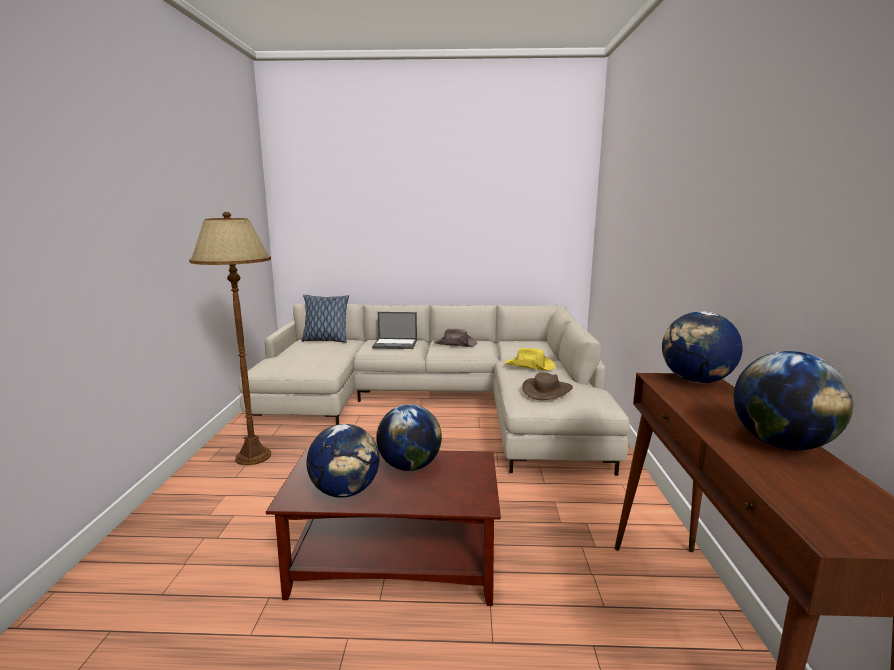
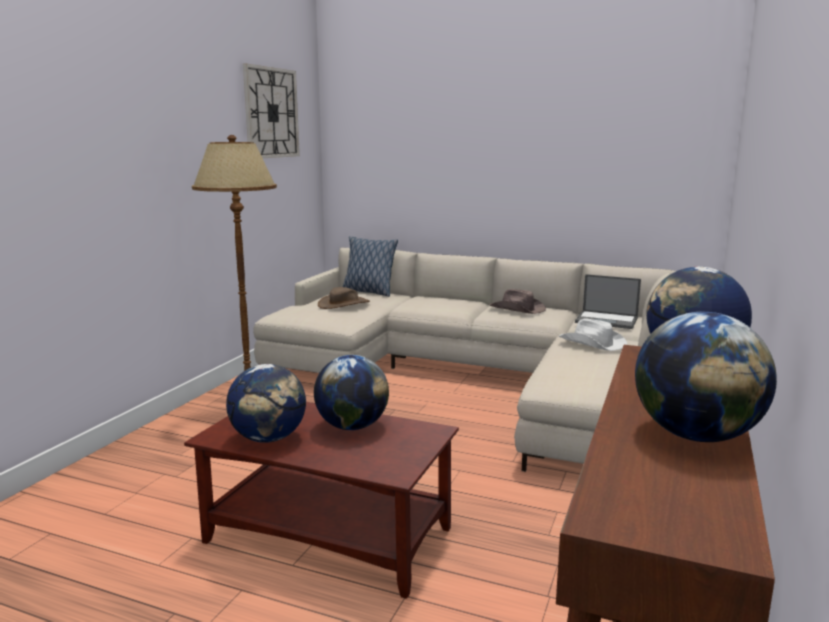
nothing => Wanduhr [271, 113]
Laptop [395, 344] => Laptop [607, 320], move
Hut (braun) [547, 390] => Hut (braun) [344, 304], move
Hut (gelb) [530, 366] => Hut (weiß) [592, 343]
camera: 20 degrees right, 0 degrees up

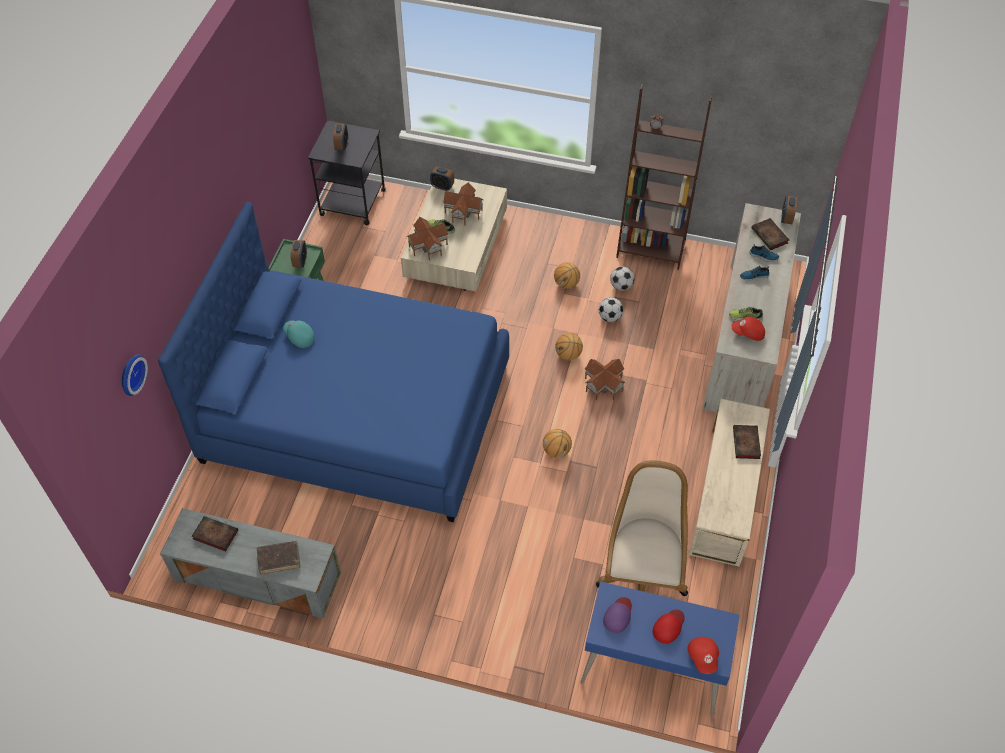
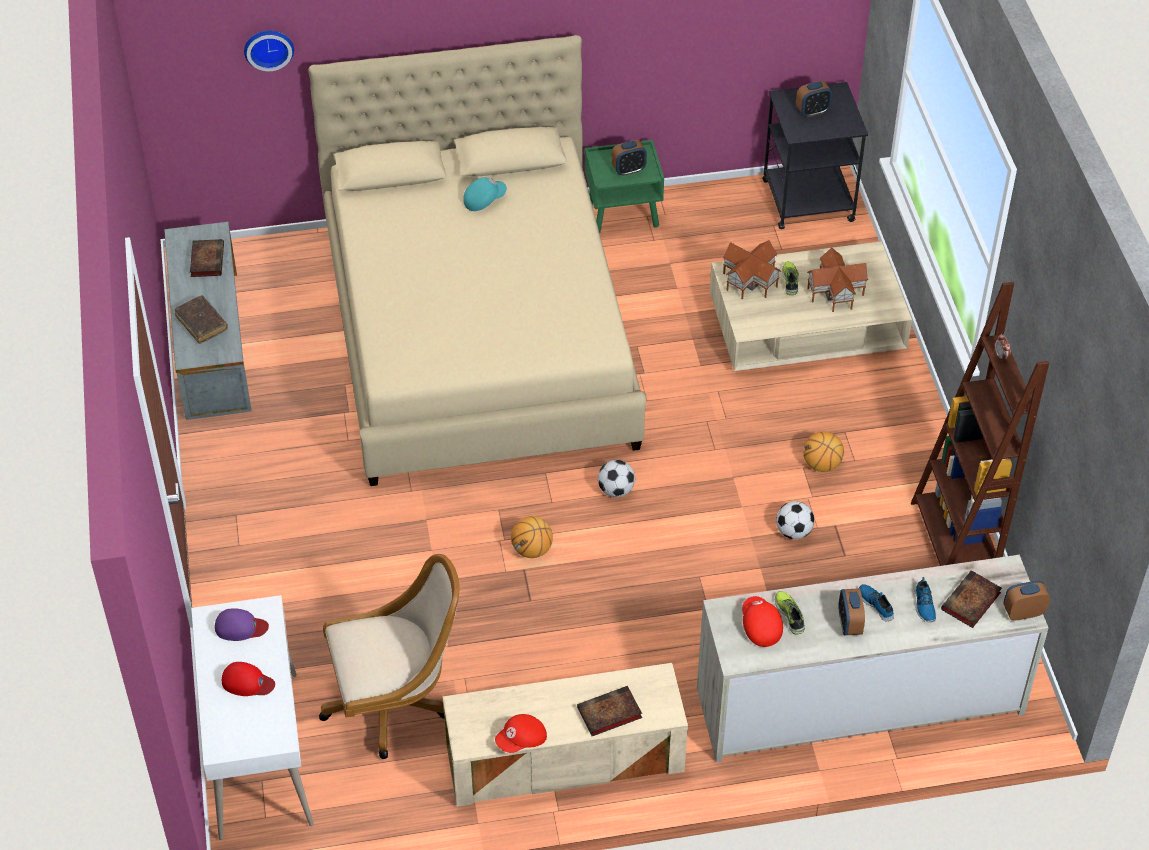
Basketball [568, 355] => nothing
Spielzeughaus [603, 385] => nothing
Wecker [442, 186] => Wecker [849, 624], move
Fußball [621, 286] => Fußball [616, 490], move
Kappe (rot) [703, 657] => Kappe (rot) [522, 740], move
Bett (blau) [357, 411] => Bett (beige) [479, 336]
Schreibtisch (blau) [652, 669] => Schreibtisch (weiß) [258, 755]
Kappe (türkis) [299, 337] => Kappe (türkis) [484, 200], 45 degrees clockwise
camera: 65 degrees right, 5 degrees down

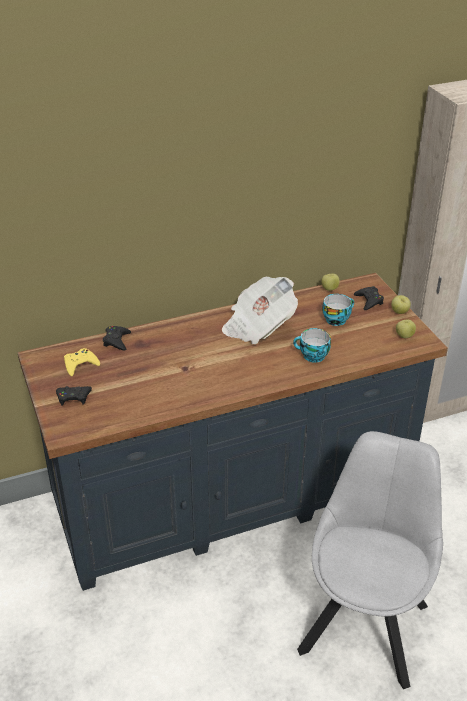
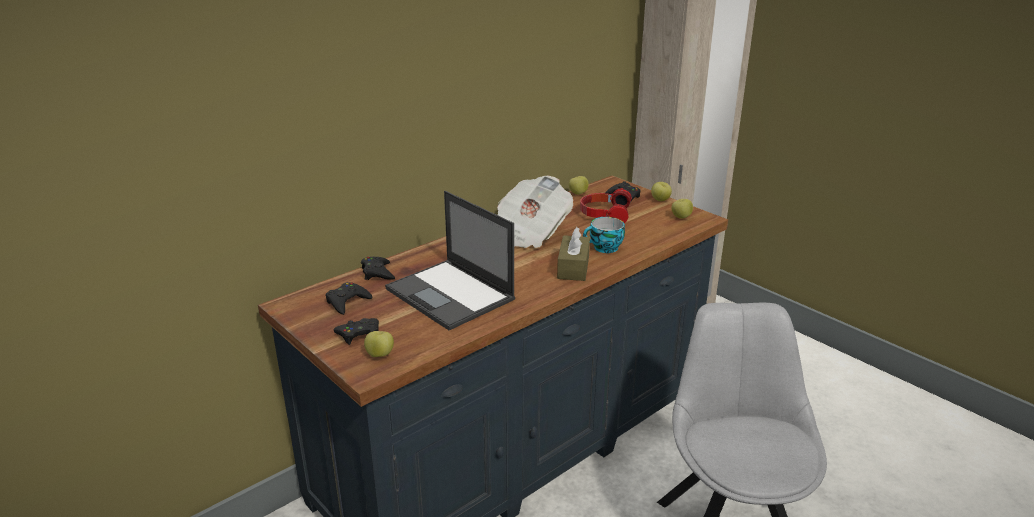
nothing => Apfel [380, 355]
nothing => Laptop [451, 294]
nothing => Taschentuchbox (braun) [573, 267]
Tasse [336, 319] => Kopfhörer [604, 215]
Gamepad (gelb) [80, 364] => Gamepad (schwarz) [347, 302]
camera: 20 degrees left, 10 degrees down

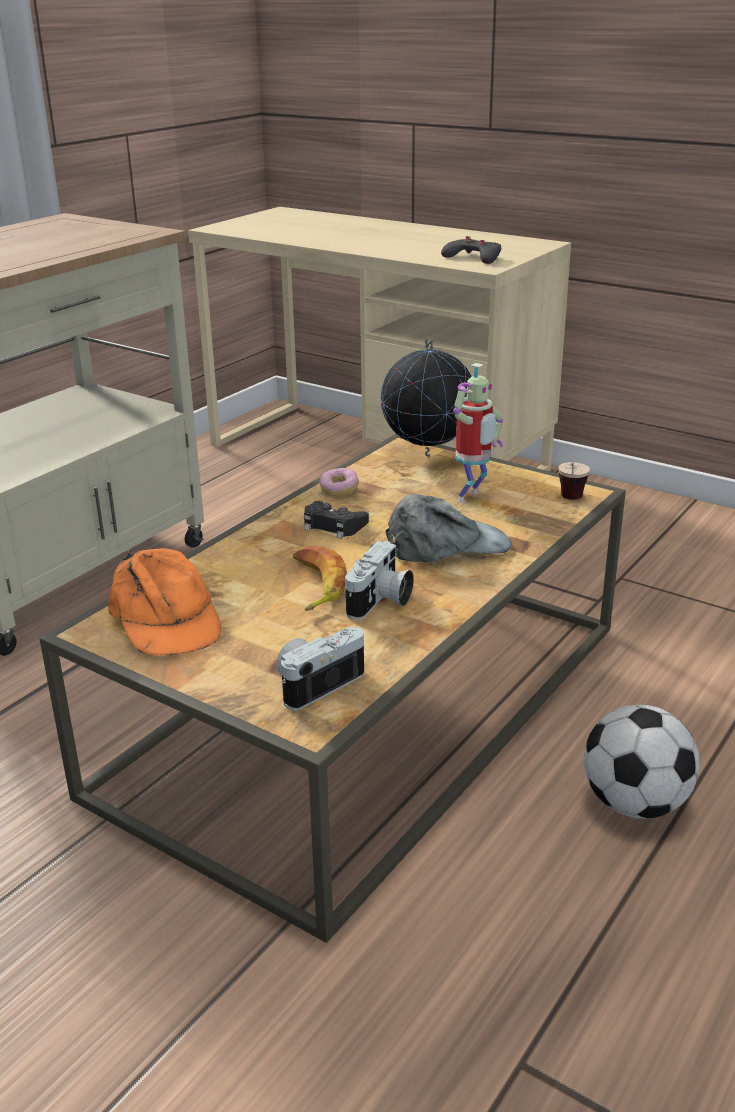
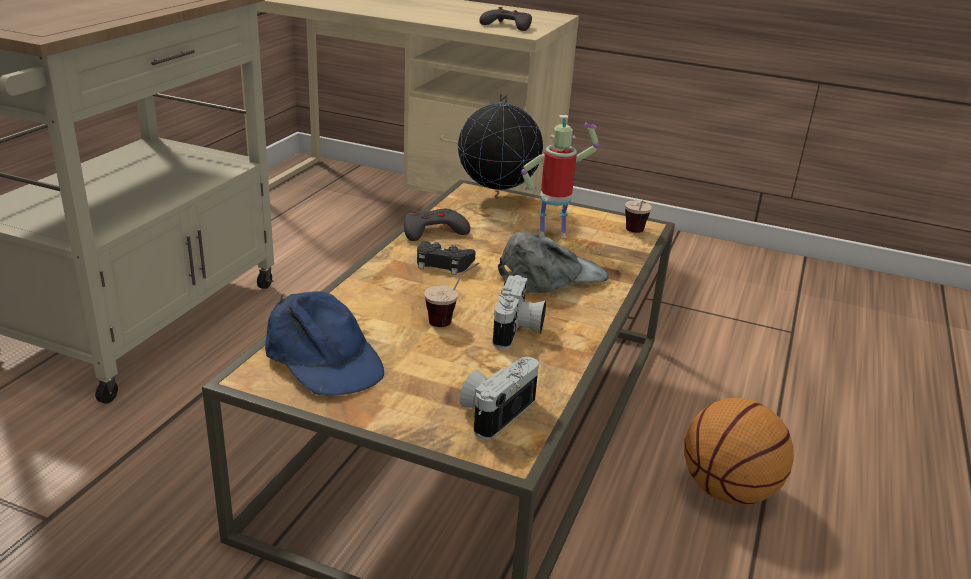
Banane [315, 585] => Tasse [451, 318]
Donut [339, 490] => Gamepad (grau) [433, 231]
Fußball [635, 804] => Basketball [728, 492]
Kappe (orange) [165, 619] => Kappe (blau) [323, 359]
Spielzeugroboter [471, 498] => Spielzeugroboter [552, 234], 120 degrees counterclockwise
camera: 15 degrees left, 0 degrees up

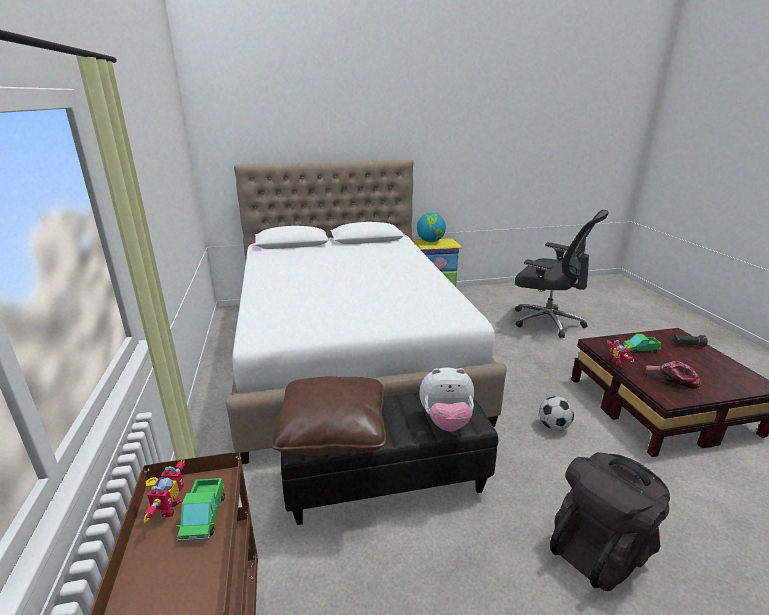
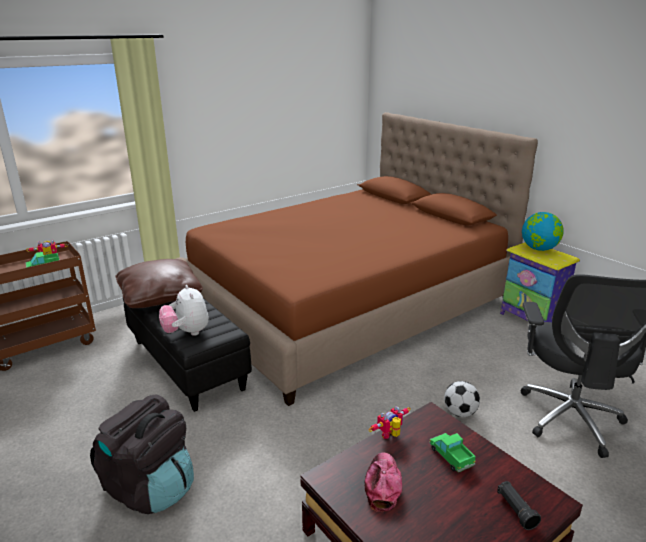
Fußball [553, 426] => Fußball [460, 412], move
Bett (weiß) [348, 352] => Bett (braun) [348, 305]
camera: 65 degrees right, 0 degrees up

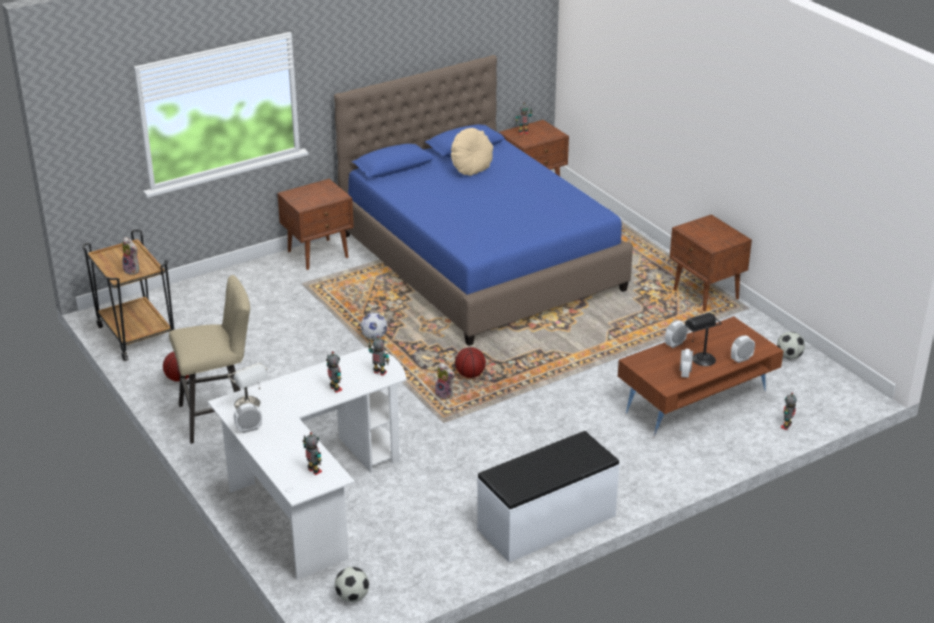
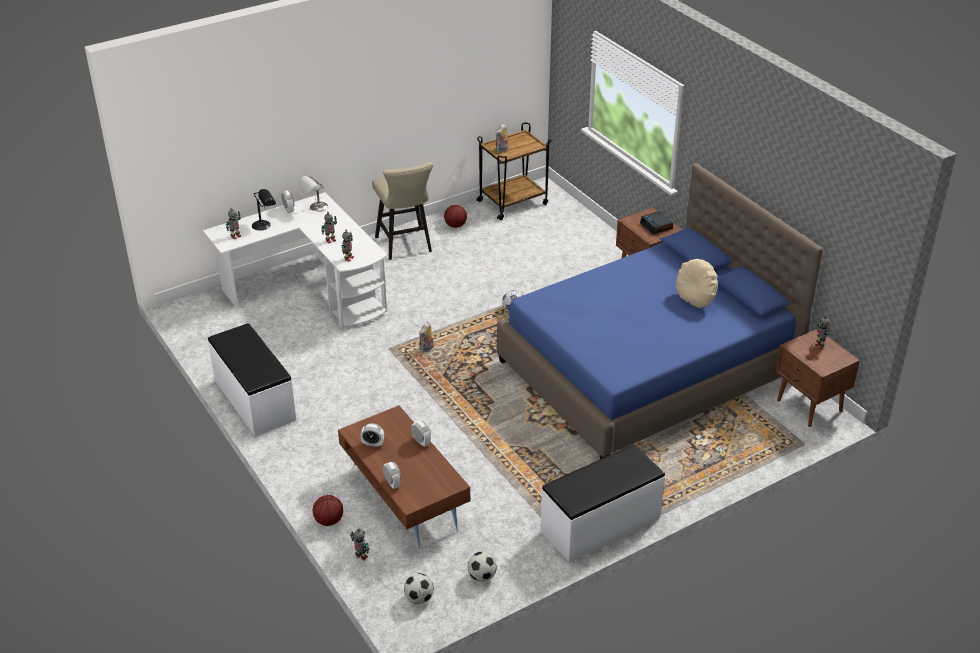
nothing => Wecker [656, 226]
Fußball [352, 597] => Fußball [419, 598], move
Basketball [470, 374] => Basketball [329, 521], move
Tischlampe (schwarz) [700, 356] => Tischlampe (schwarz) [264, 224], move
Nachttisch (braun) [706, 295] => Bank (weiß) [601, 524]
camera: 90 degrees right, 5 degrees up

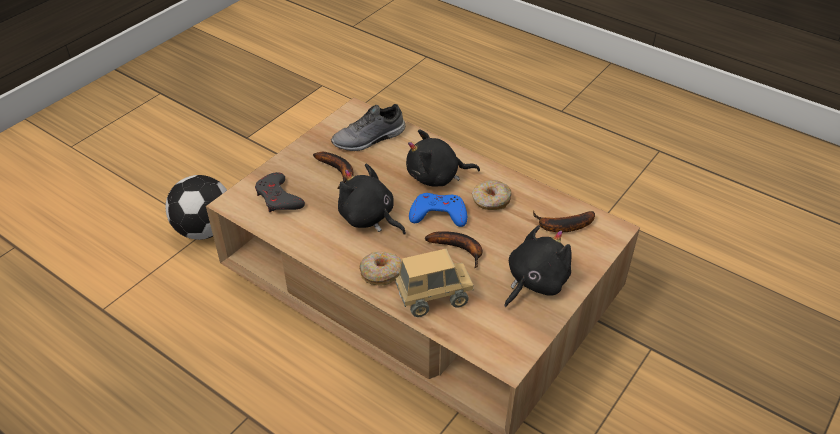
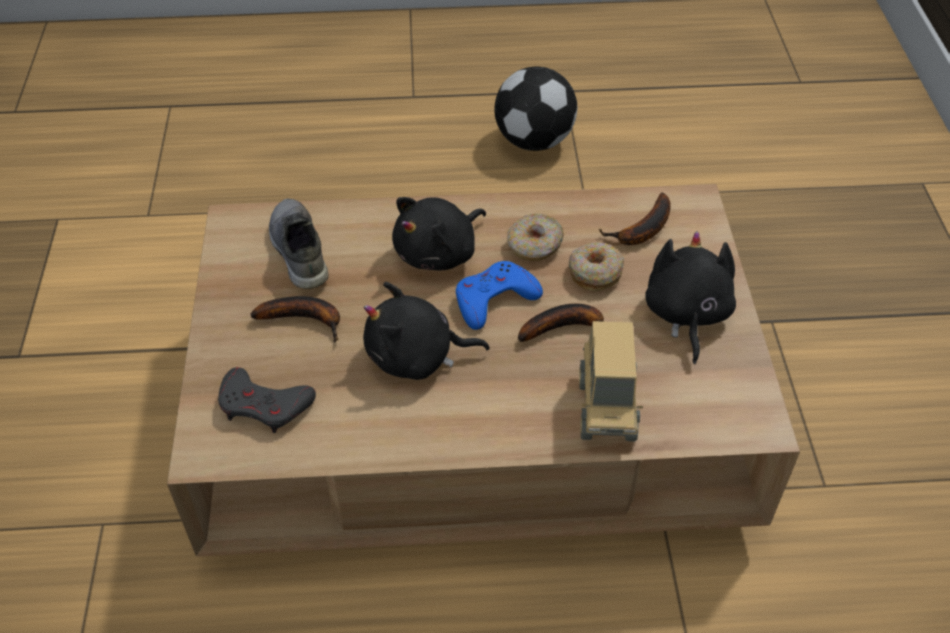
Fußball [205, 229] => Fußball [533, 140], move
Donut [381, 272] => Donut [594, 272], move
Schuh (grau) [369, 139] => Schuh (grau) [297, 251], 135 degrees clockwise
Spielzeuglaster [433, 299] => Spielzeuglaster [606, 408], 150 degrees clockwise
camera: 40 degrees left, 5 degrees up

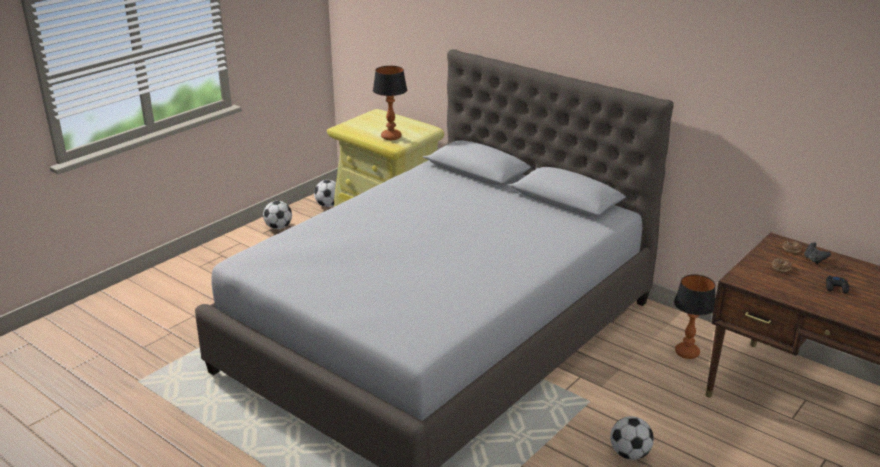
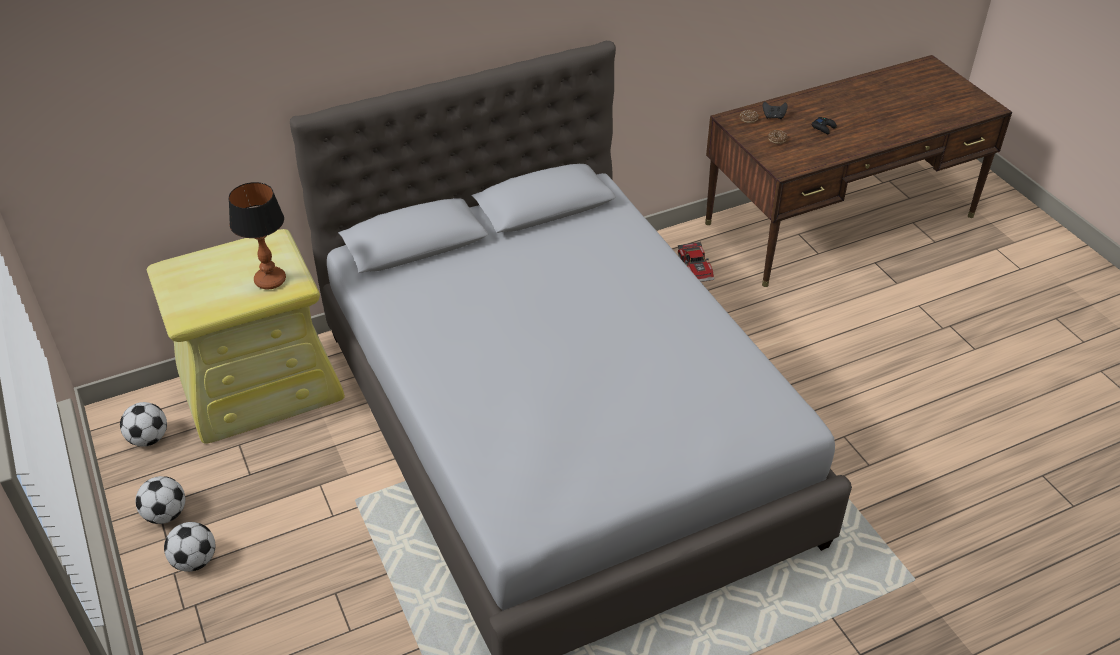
Fußball [629, 454] => Fußball [195, 561], move
Tischlampe [687, 353] => Spielzeugauto [696, 267]
camera: 65 degrees left, 15 degrees up

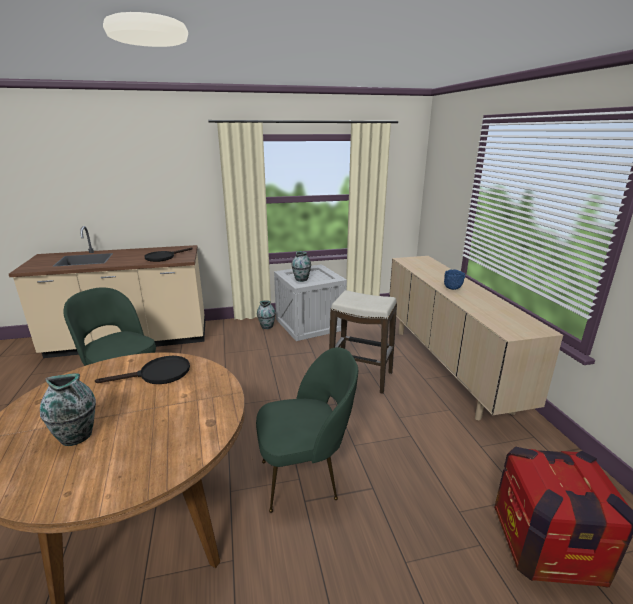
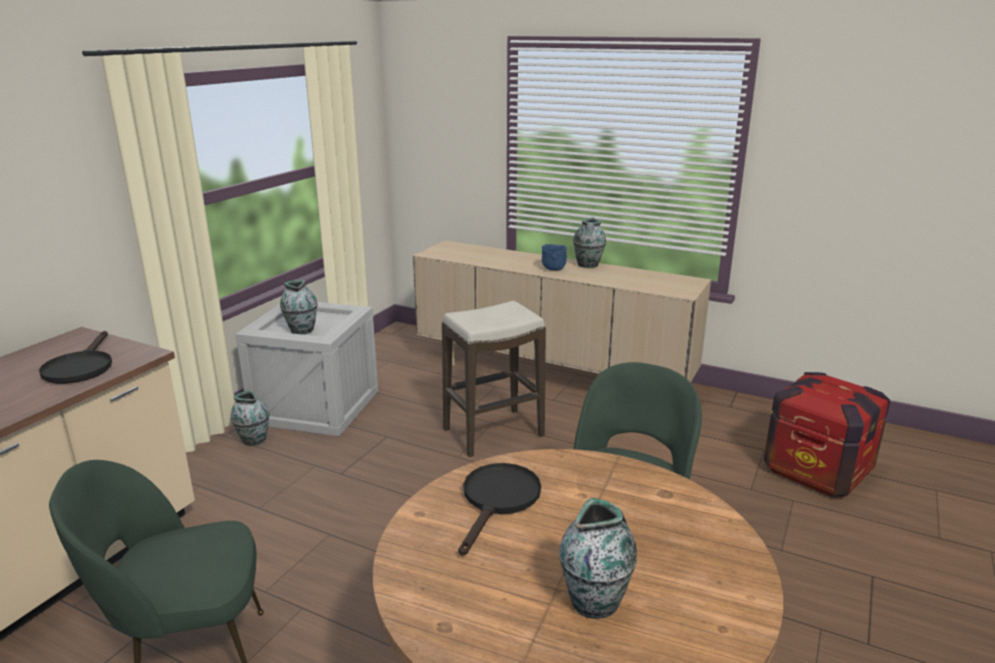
nothing => Vase [588, 265]
camera: 50 degrees left, 0 degrees up

